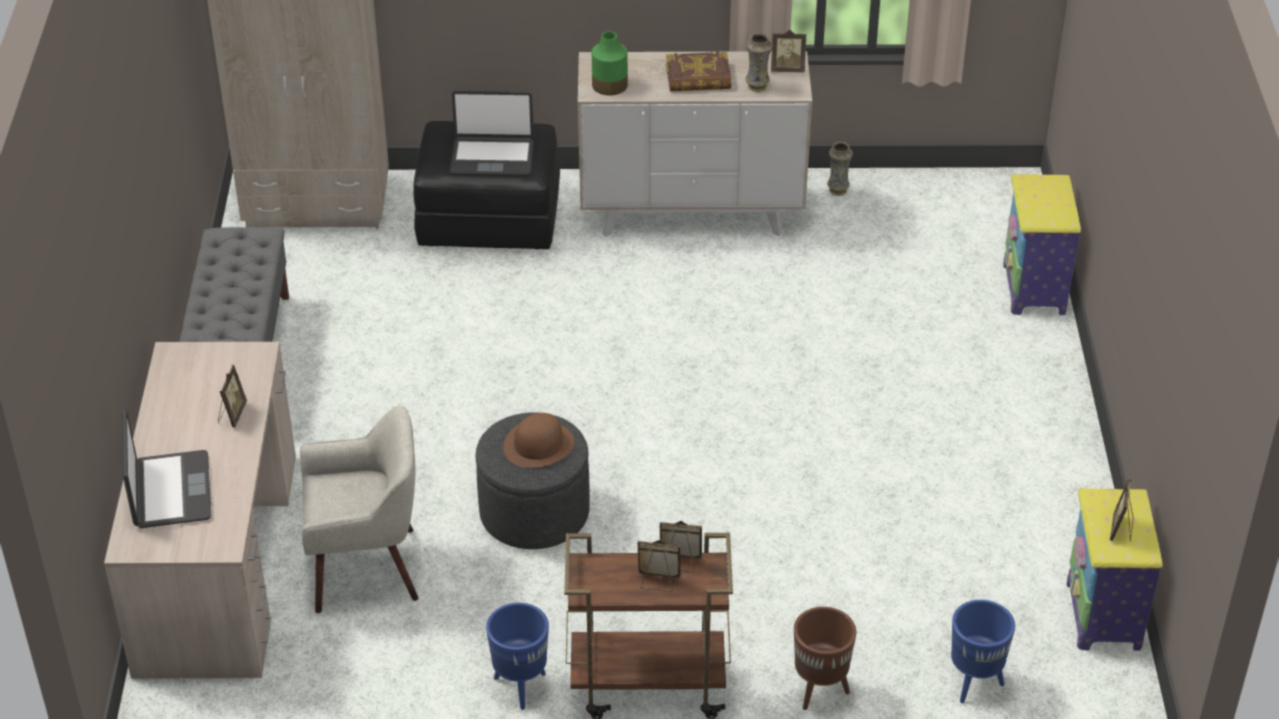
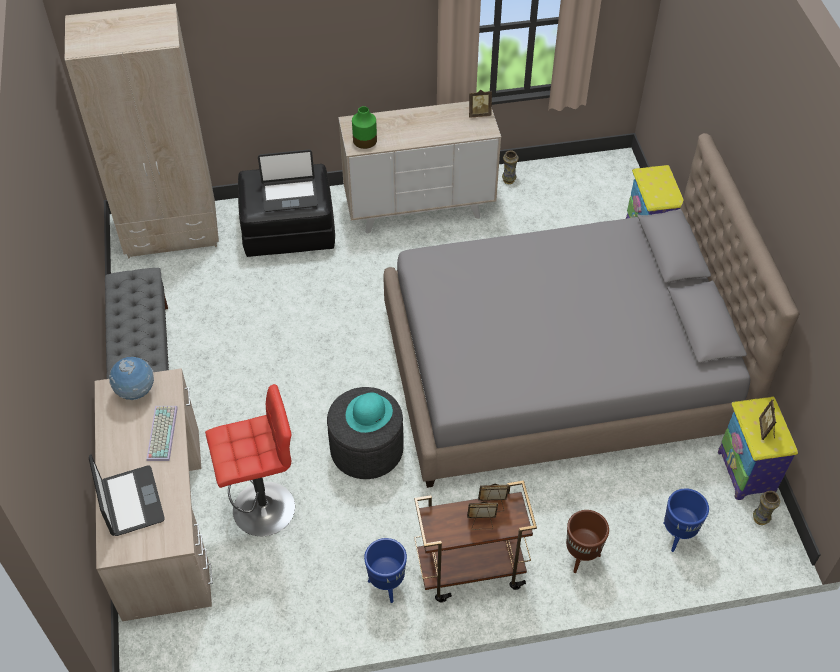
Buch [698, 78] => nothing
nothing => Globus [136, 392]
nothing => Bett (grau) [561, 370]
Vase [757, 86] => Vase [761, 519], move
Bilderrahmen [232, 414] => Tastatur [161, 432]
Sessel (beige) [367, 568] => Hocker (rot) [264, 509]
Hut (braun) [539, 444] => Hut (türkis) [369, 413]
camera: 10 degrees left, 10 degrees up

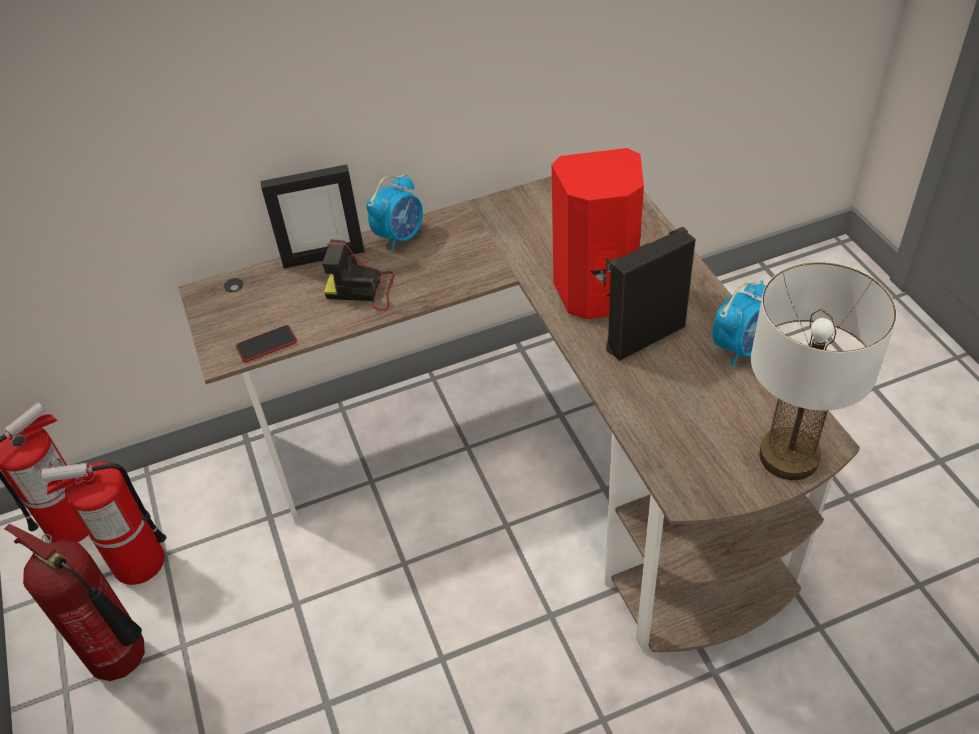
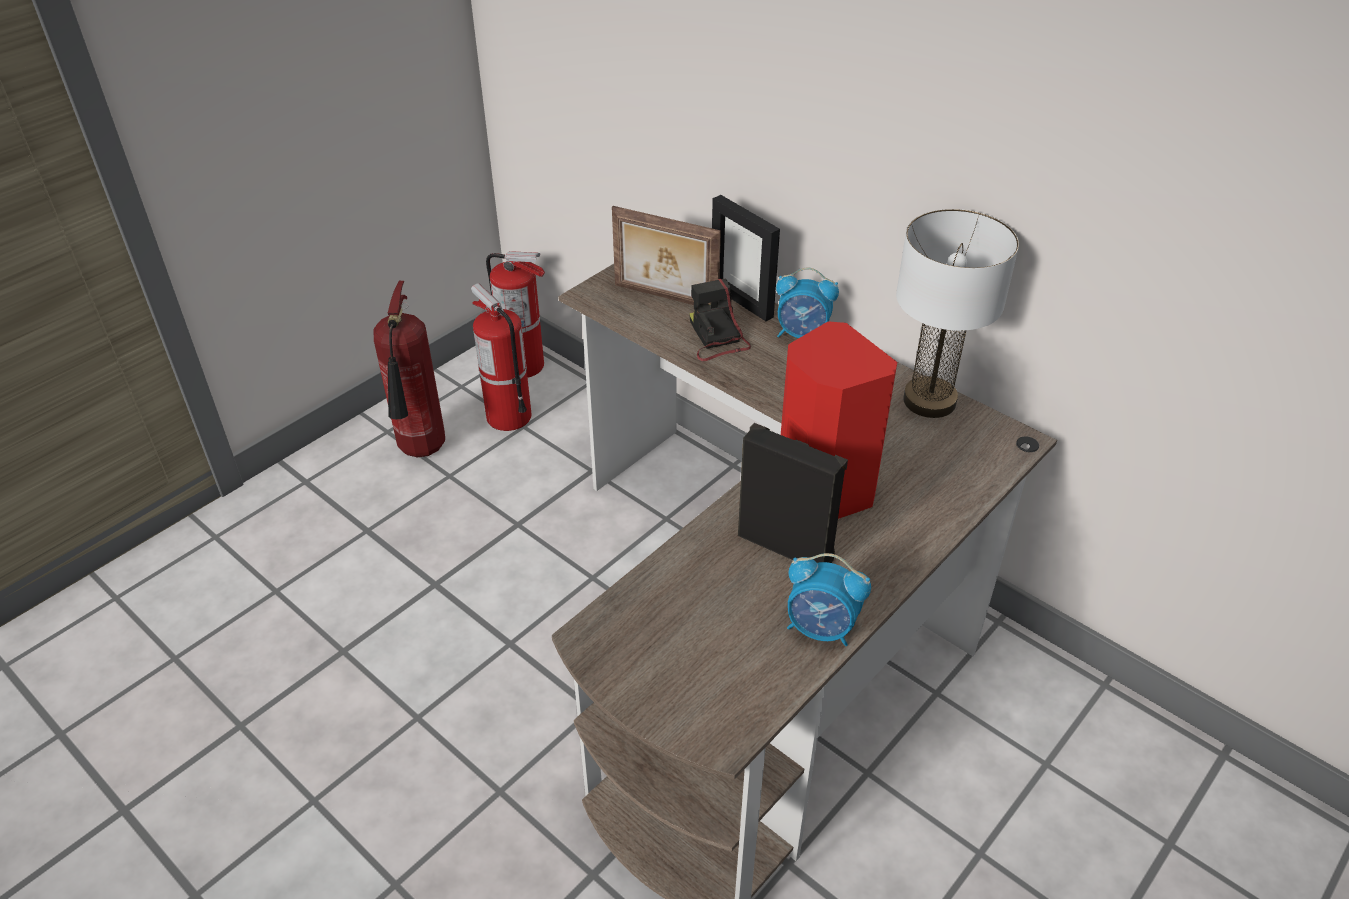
Handy [266, 344] => nothing
nothing => Bilderrahmen [665, 298]
Tischlampe [790, 457] => Tischlampe [929, 401], move
camera: 60 degrees right, 5 degrees down

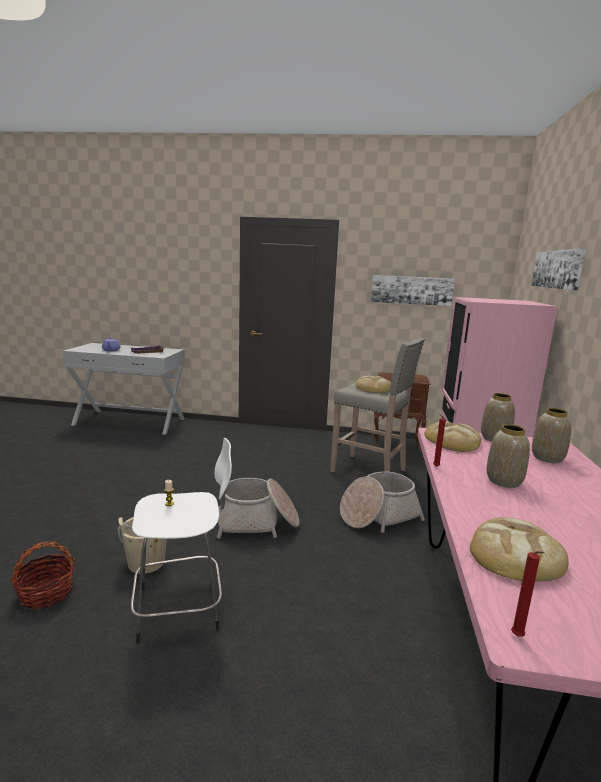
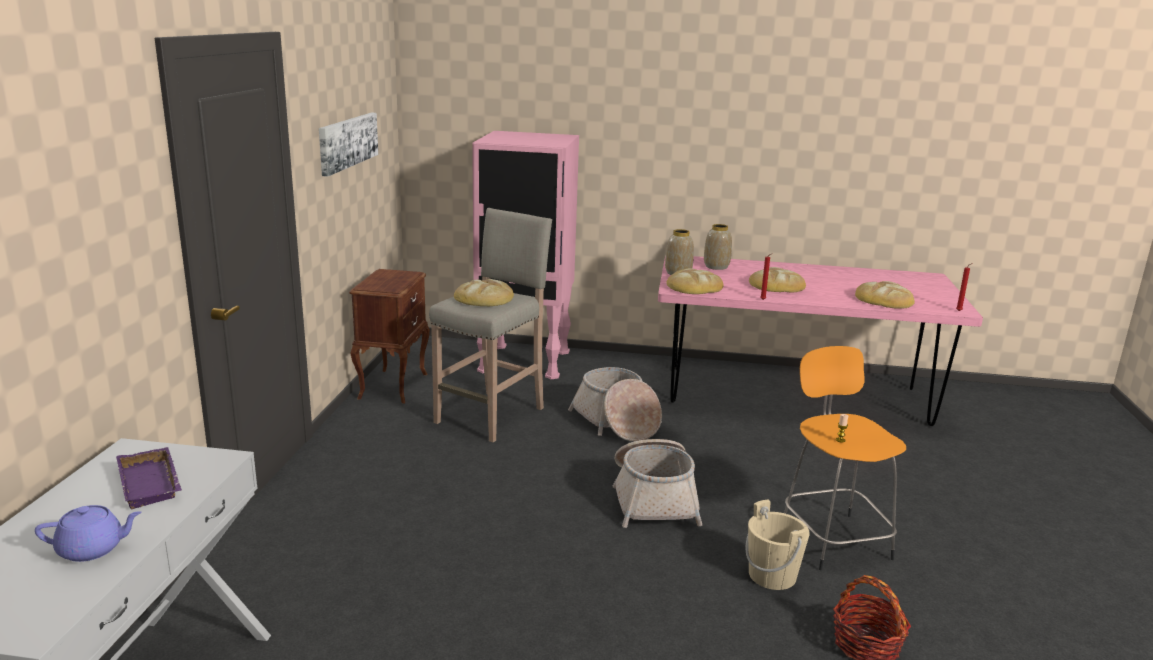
Bild [557, 269] => nothing
Vase [504, 481] => Brot [776, 285]
Hocker (weiß) [182, 608] => Hocker (orange) [833, 539]
camera: 90 degrees left, 5 degrees up

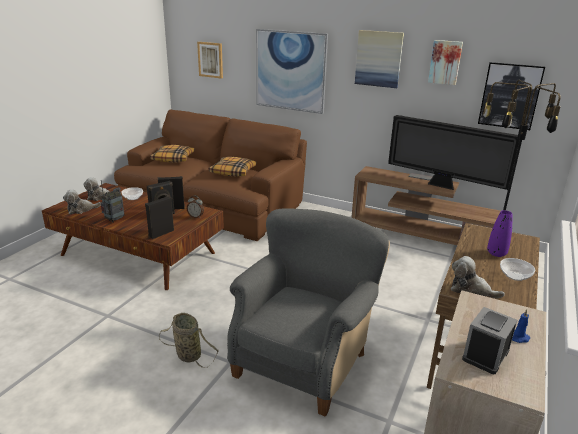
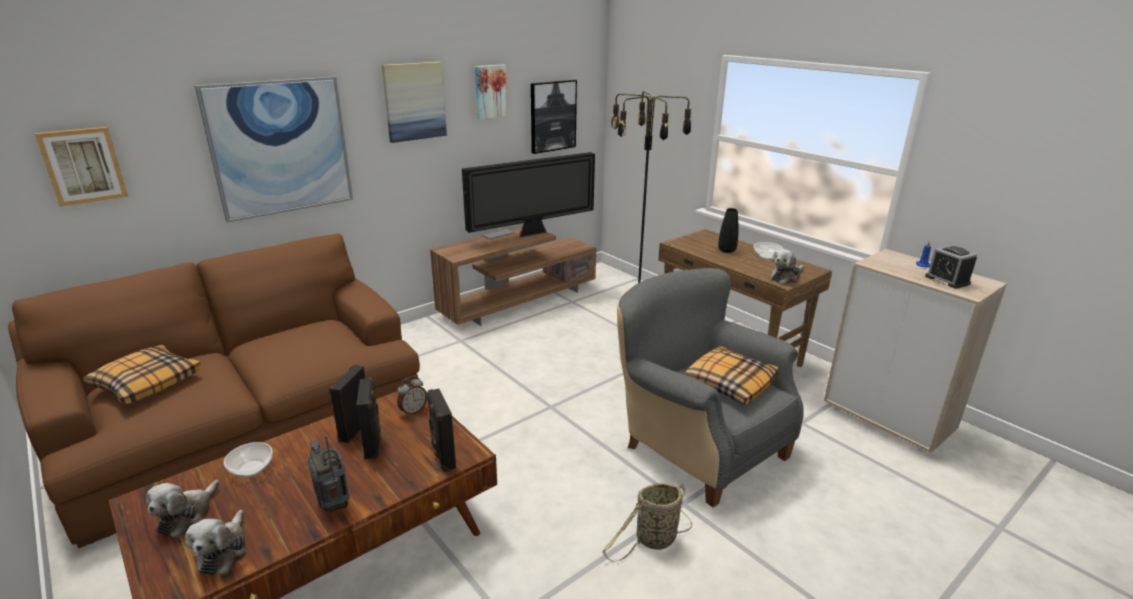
Kissen [233, 172] => Kissen [729, 383], move
Vase (lila) [496, 253] => Vase (schwarz) [726, 250]
camera: 65 degrees left, 0 degrees up

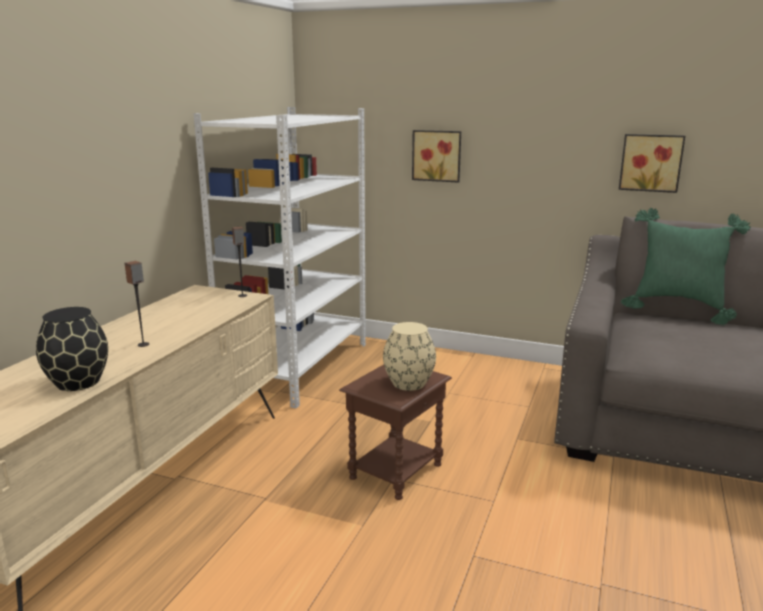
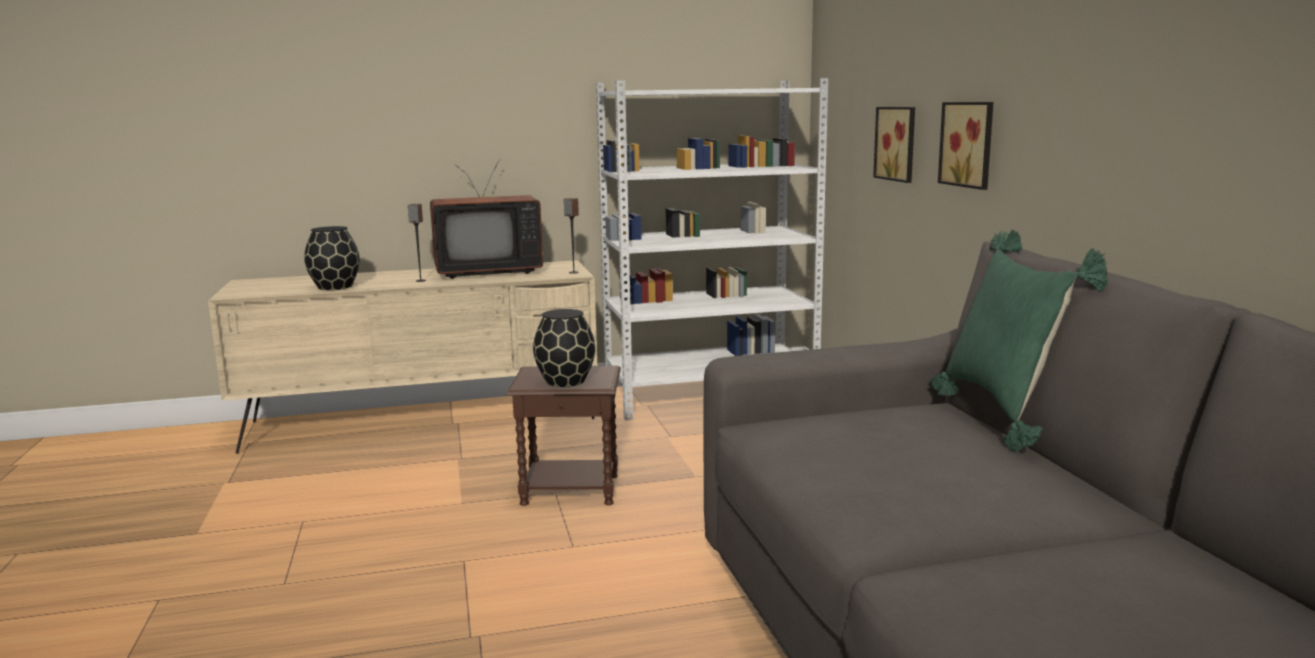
nothing => Fernseher [486, 271]
Bild [651, 162] => Bild [969, 144], move
Vase (beige) [408, 383] => Vase (schwarz) [566, 381]
camera: 55 degrees right, 5 degrees down

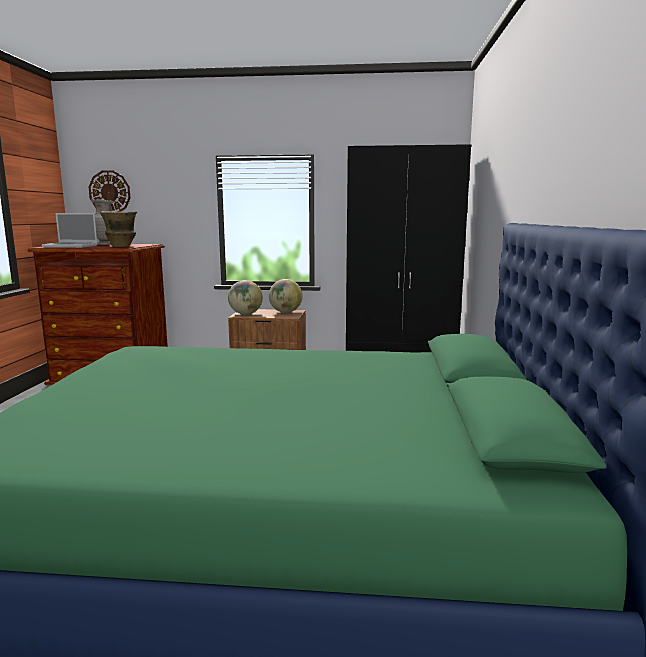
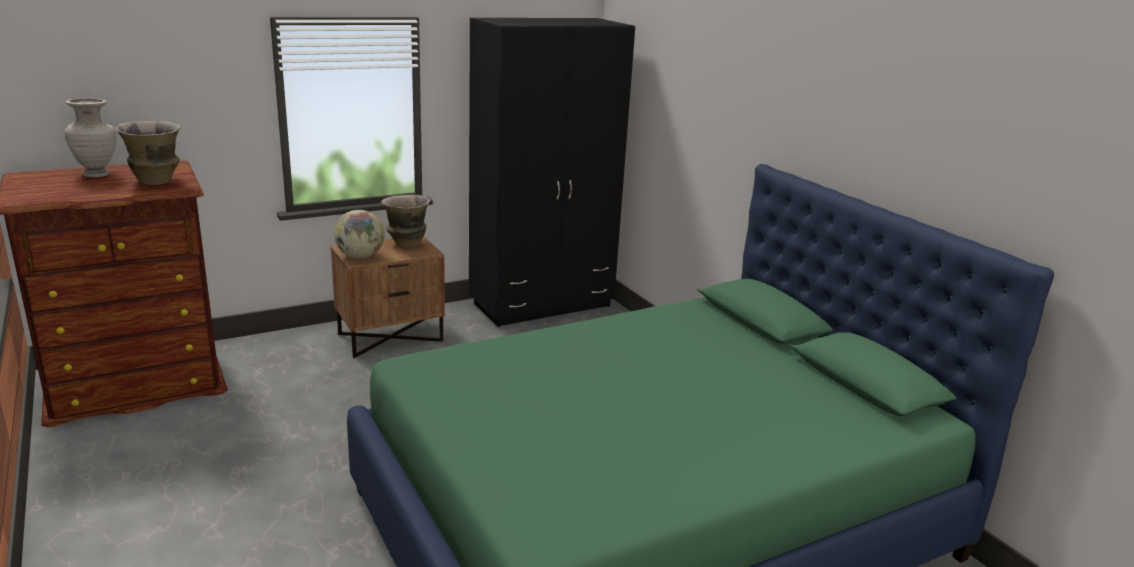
Laptop [71, 246] => nothing
Wanduhr [110, 192] => nothing
Globus [285, 312] => Vase [406, 244]
camera: 35 degrees left, 10 degrees up

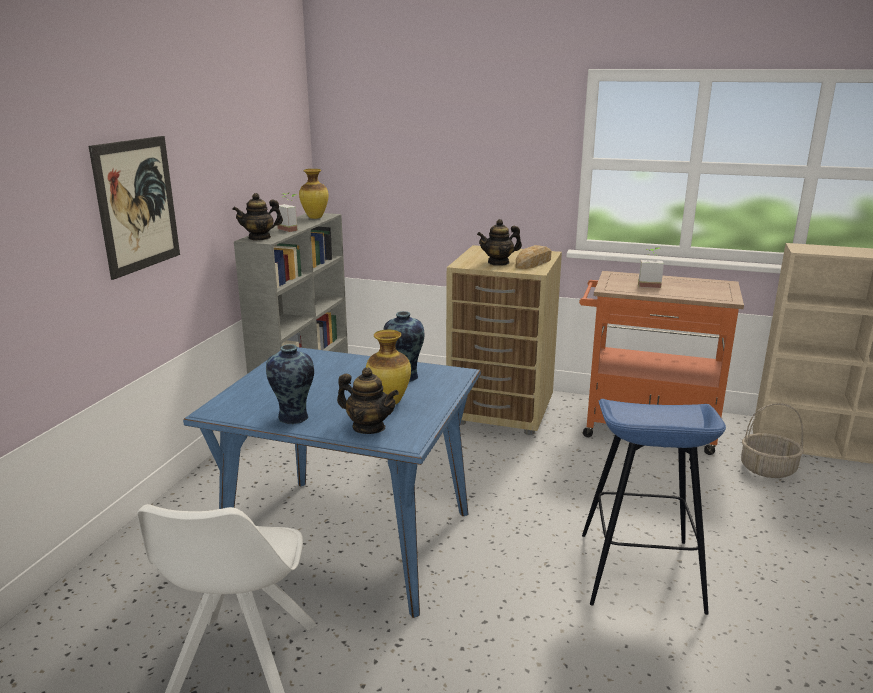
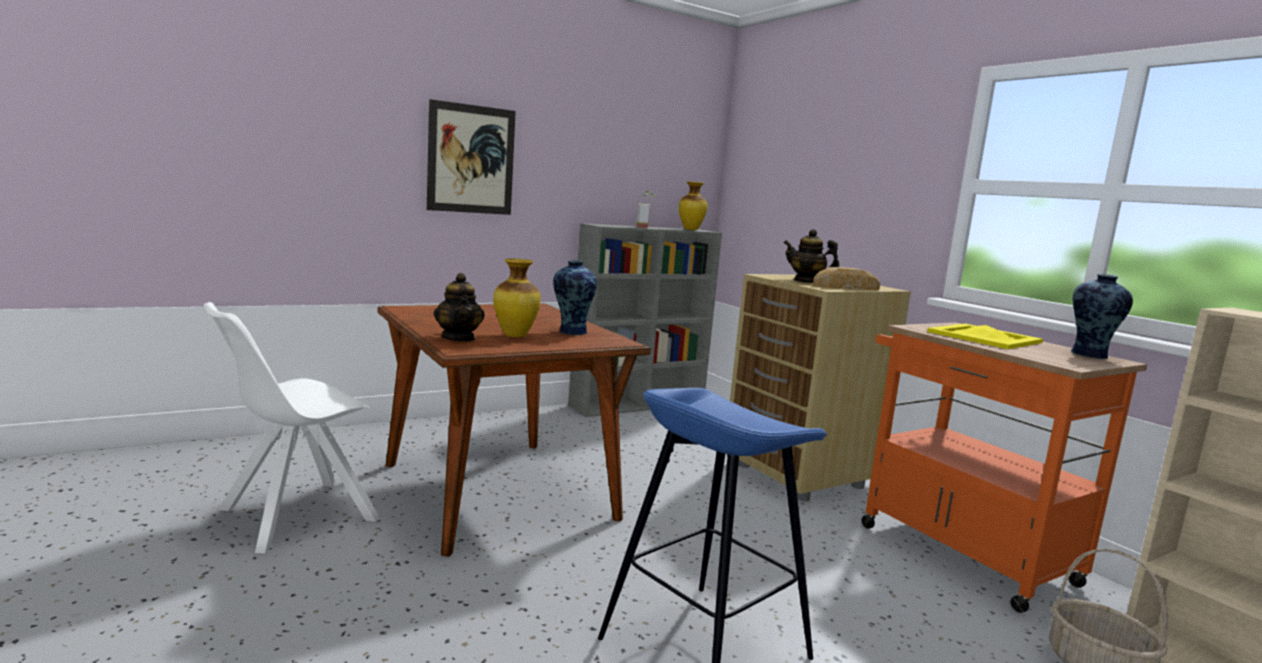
Teekanne [260, 238] => nothing
Vase [293, 418] => Vase [1089, 355], move
Topfpflanze [649, 284] => Tablett (gelb) [983, 337]
Esstisch (blau) [351, 540] => Esstisch (braun) [498, 491]
camera: 40 degrees right, 10 degrees down

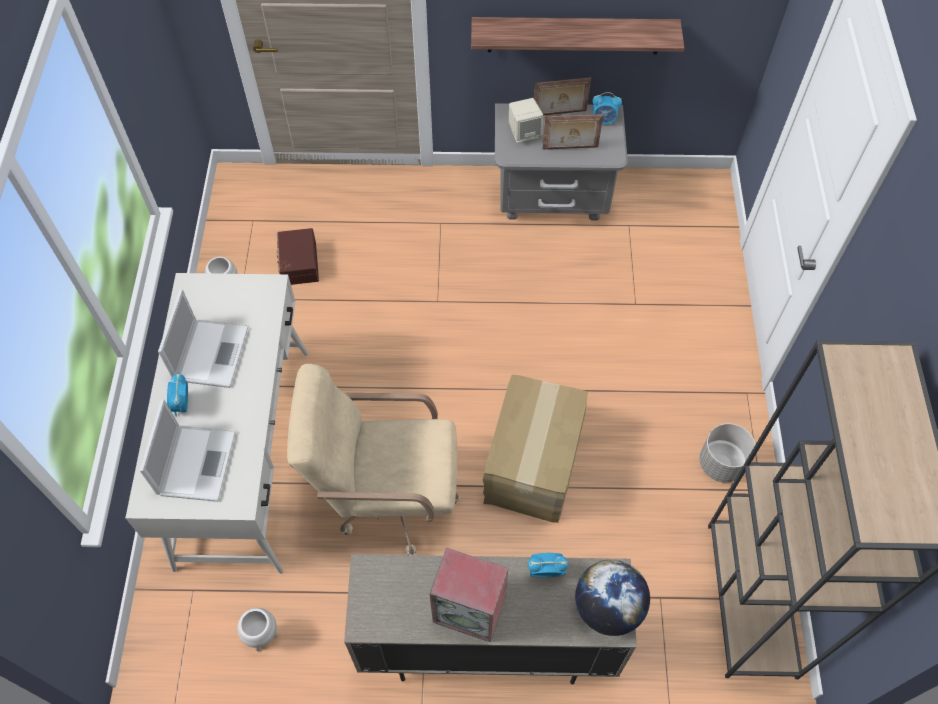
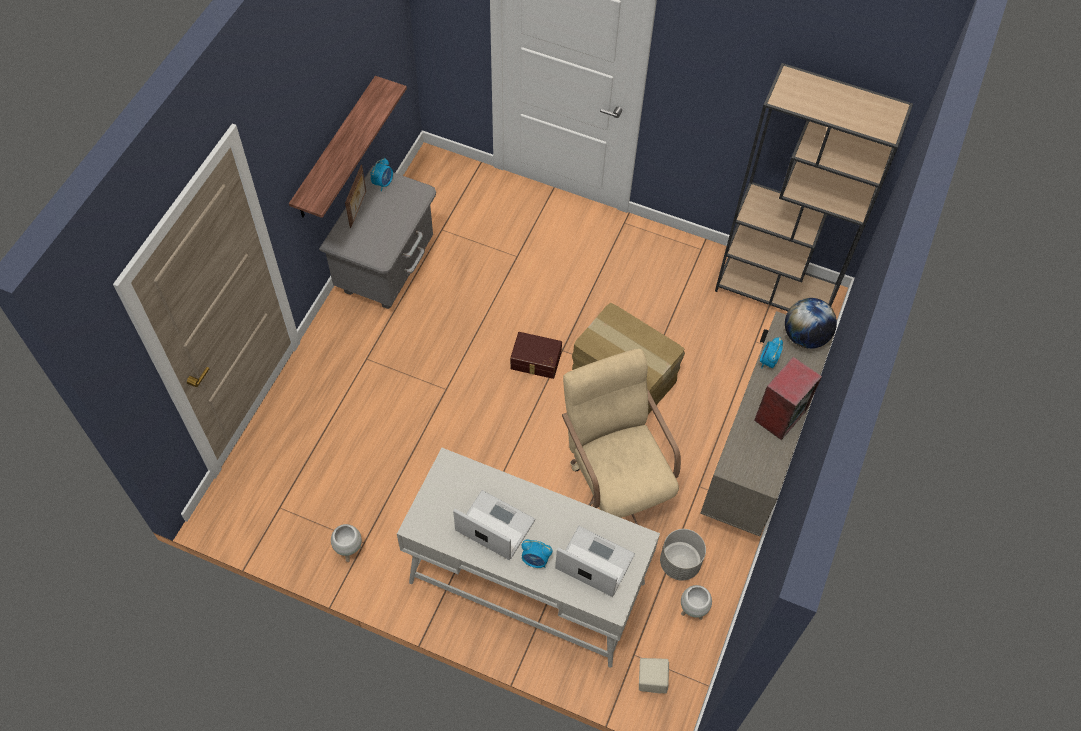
Bilderrahmen [570, 148] => nothing
Aufbewahrungsbox (braun) [298, 263] => Aufbewahrungsbox (braun) [535, 361], move
Lautsprecher (beige) [524, 133] => Lautsprecher (beige) [651, 680], move
Pflanzkübel (grau) [721, 464] => Pflanzkübel (grau) [680, 563], move
Bürostuhl (beige) [388, 500] => Bürostuhl (beige) [613, 486], 135 degrees clockwise
camera: 70 degrees left, 0 degrees up

